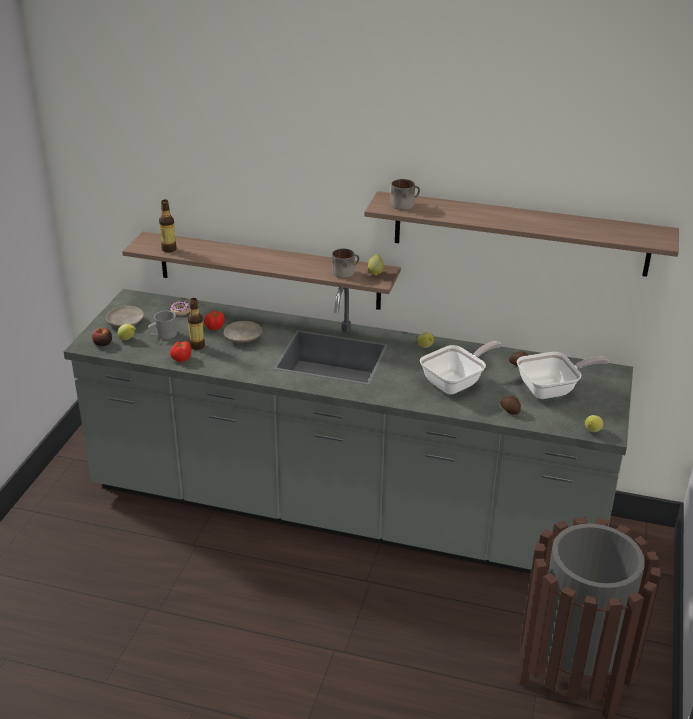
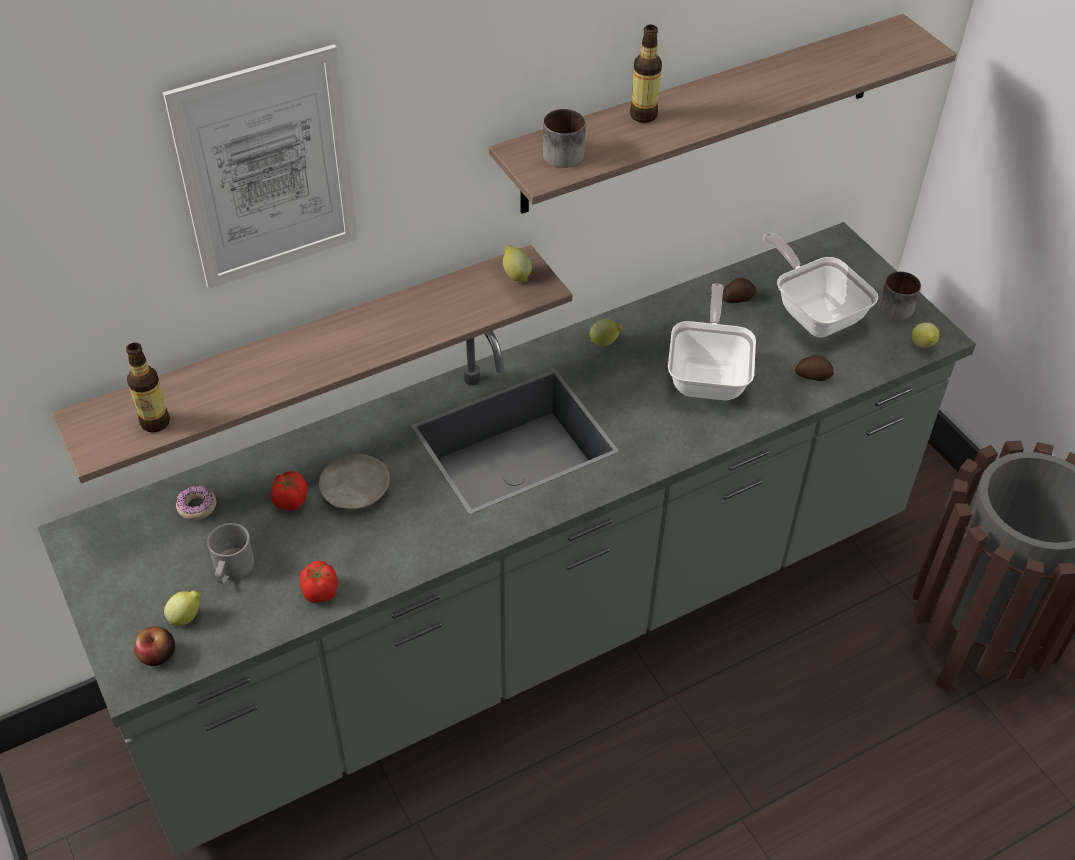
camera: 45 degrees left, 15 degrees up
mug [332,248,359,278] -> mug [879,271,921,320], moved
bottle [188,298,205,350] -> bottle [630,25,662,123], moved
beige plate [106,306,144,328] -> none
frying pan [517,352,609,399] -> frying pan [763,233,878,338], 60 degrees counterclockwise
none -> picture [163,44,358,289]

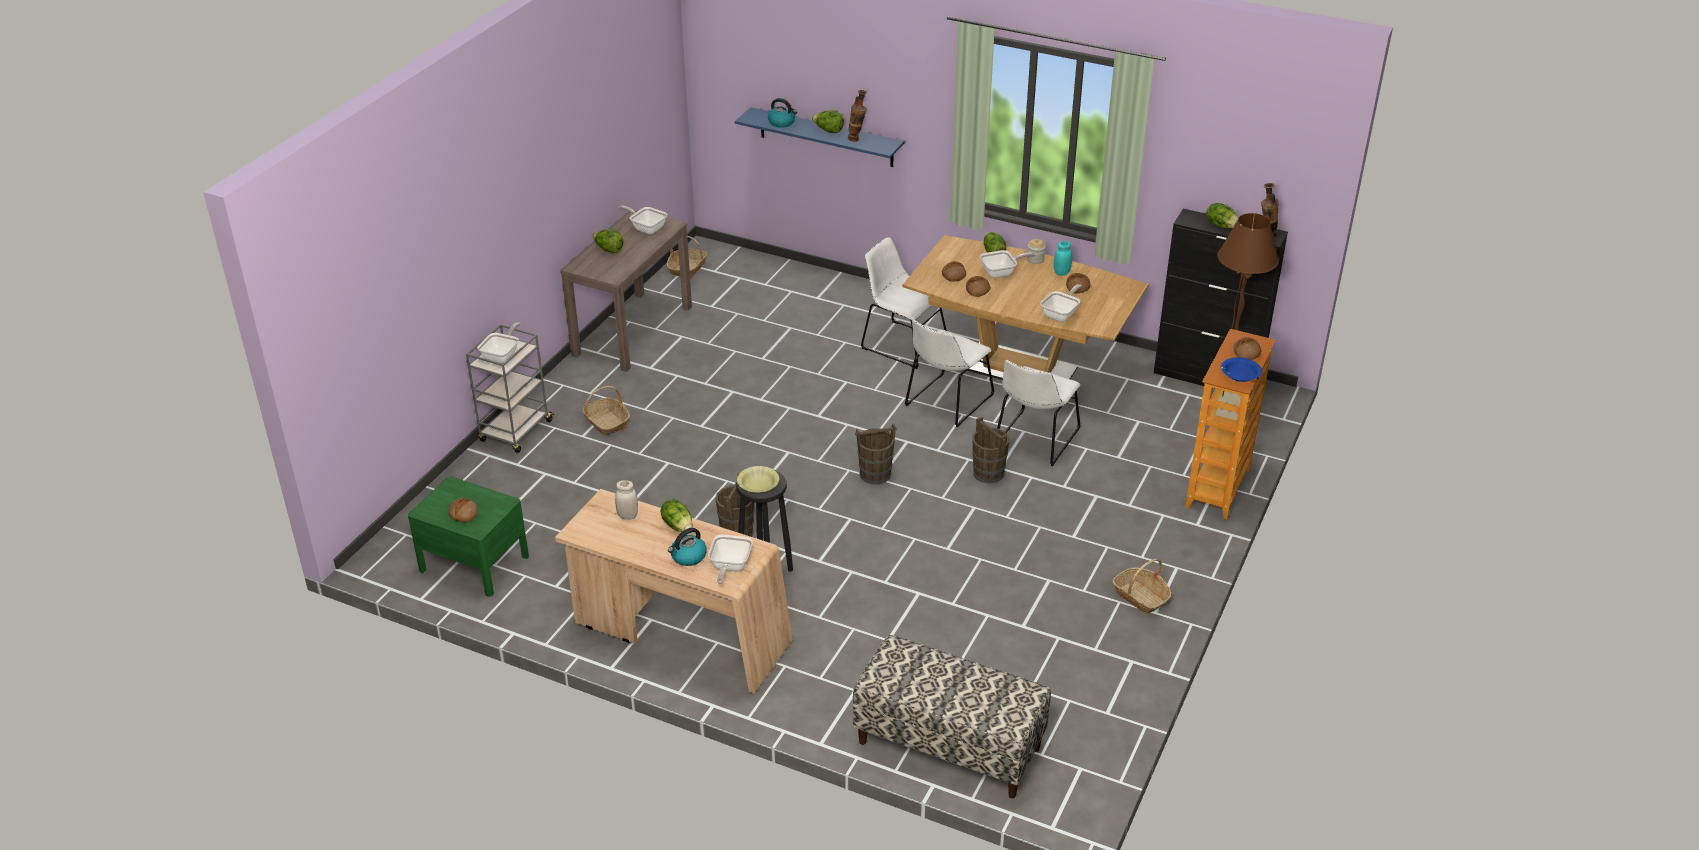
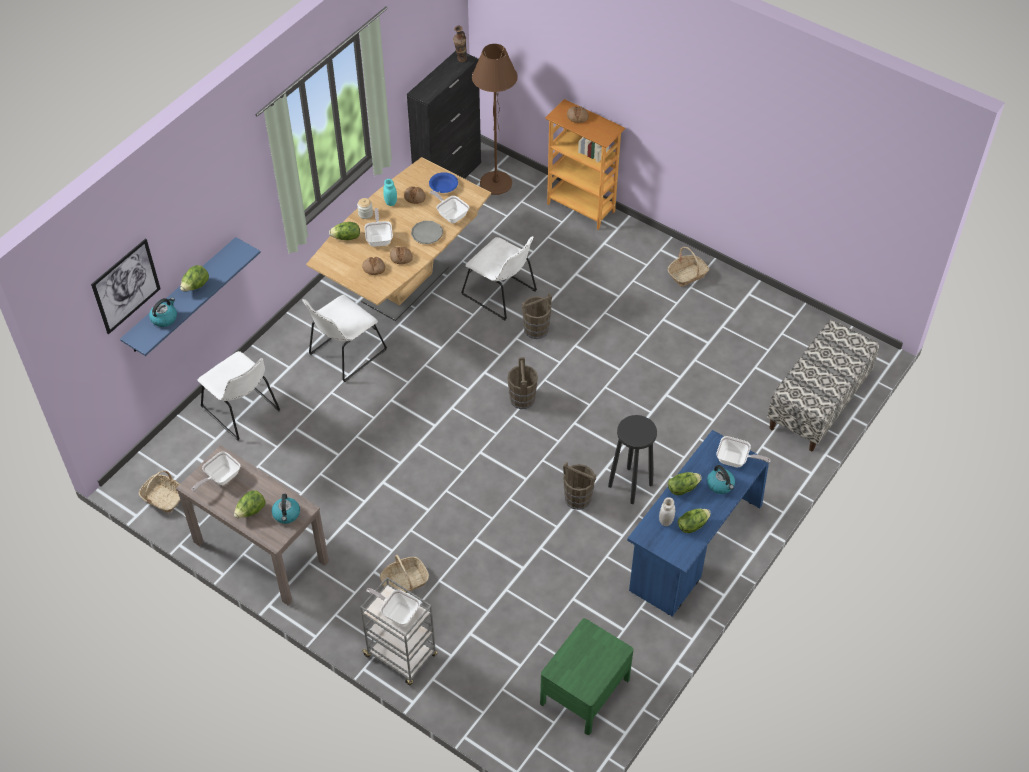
camera: 80 degrees left, 15 degrees up
vase [848,90,867,142] -> none
lettuce [1206,203,1239,229] -> lettuce [678,509,711,533], moved
white chair [905,320,994,427] -> white chair [198,351,280,441], moved
blue bowl [1221,357,1262,382] -> blue bowl [429,172,458,193], moved
yellow bowl [737,466,779,493] -> none
beige desk [555,489,793,693] -> blue desk [627,430,769,616]
bread [449,498,478,522] -> none
none -> grey plate [411,221,443,244]
none -> picture [91,238,161,334]
none -> kettle [272,494,300,524]

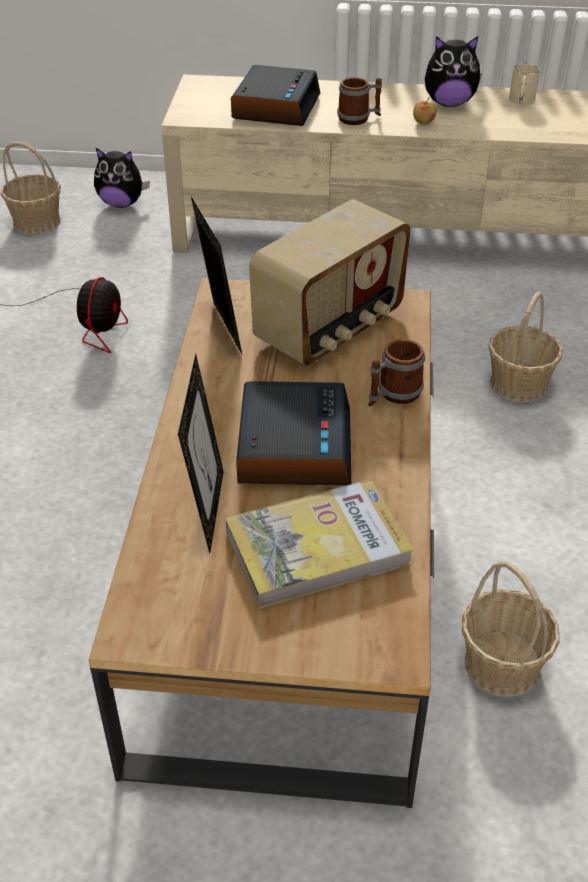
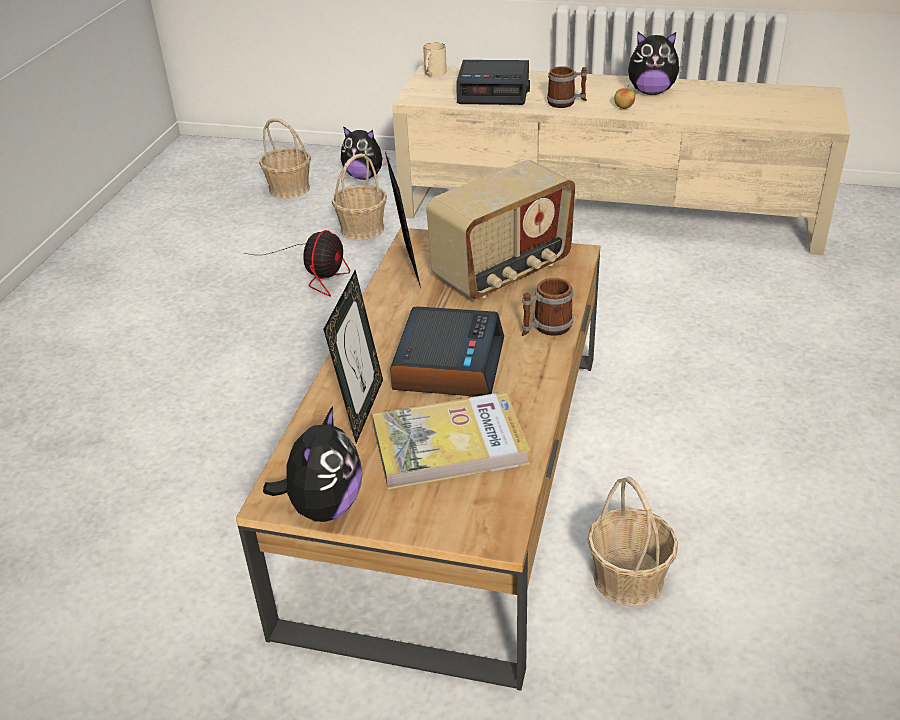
camera: 10 degrees right, 5 degrees down
beige mug [509,63,540,105] -> beige mug [423,42,447,77], moved
alarm clock [231,65,320,126] -> alarm clock [457,60,530,105], 75 degrees clockwise
basket [488,292,563,403] -> basket [332,154,387,240], moved
none -> plush toy [263,406,362,522]

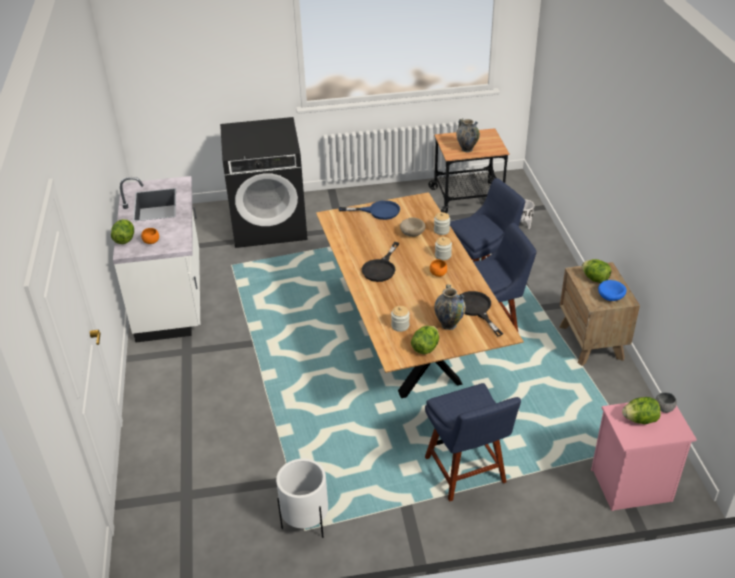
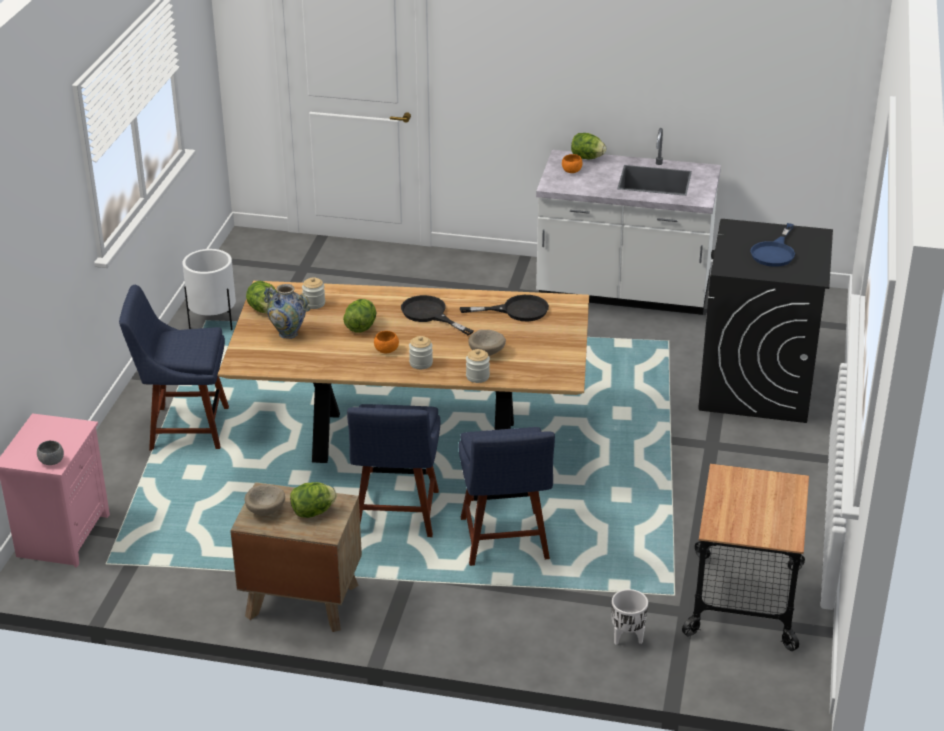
camera: 110 degrees right, 5 degrees down
vase [456,119,480,152] -> none
blue frying pan [339,200,400,220] -> blue frying pan [750,223,795,267], moved
blue bowl [598,280,627,301] -> beige bowl [245,485,285,516]
black frying pan [460,291,503,337] -> black frying pan [460,295,549,321], moved
lettuce [622,397,661,424] -> lettuce [343,299,376,333], moved

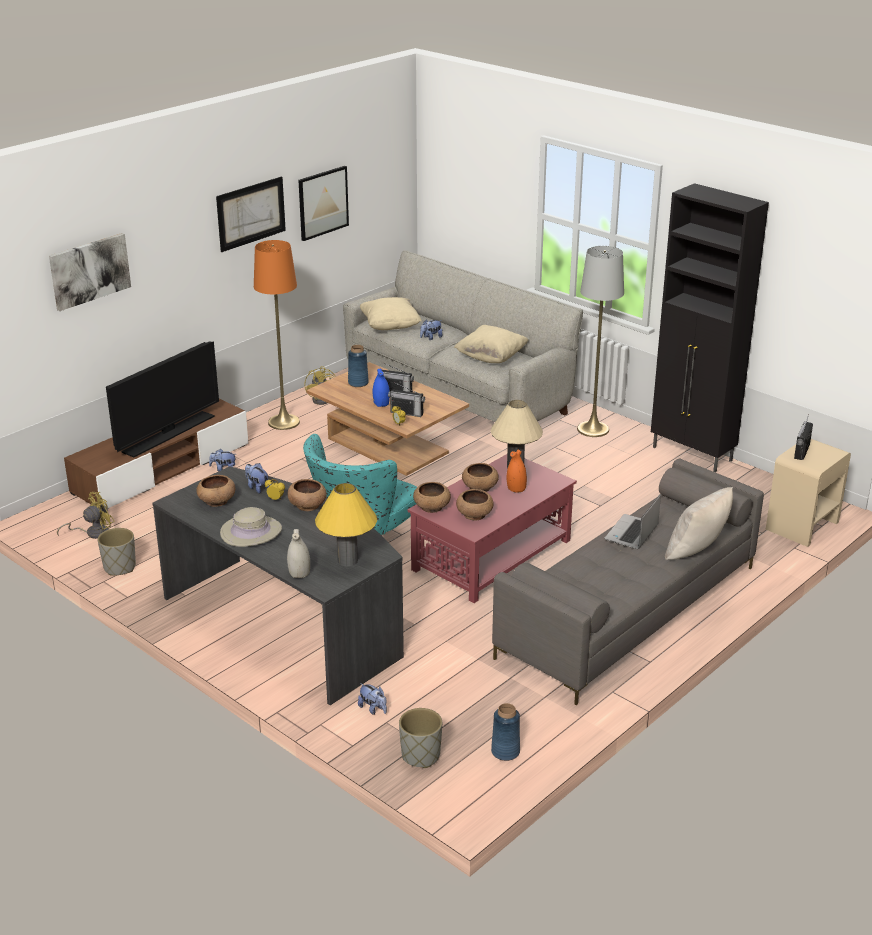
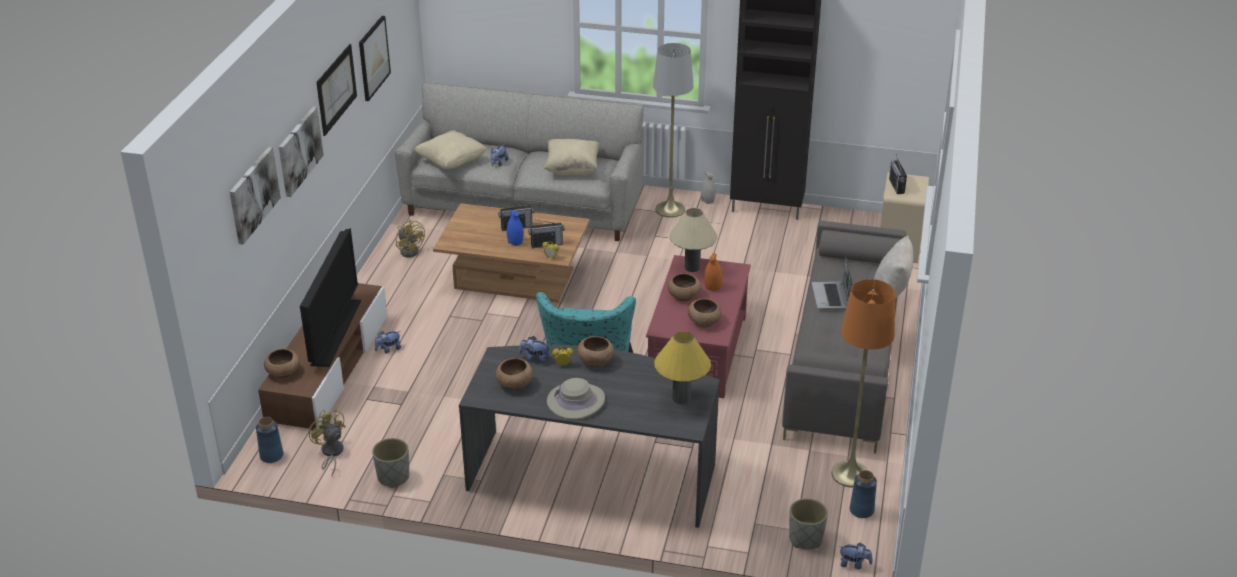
camera: 30 degrees left, 5 degrees up
orange floor lamp [254,240,300,430] -> orange floor lamp [831,279,895,488], moved
blue vase [348,345,369,387] -> blue vase [256,417,284,463], moved
brown bowl [413,482,451,513] -> brown bowl [264,348,300,378], moved
yellow fan [57,492,115,539] -> yellow fan [309,409,346,476], 60 degrees counterclockwise
white vase [287,529,310,578] -> white vase [701,171,716,204], moved
plush toy [358,683,387,715] -> plush toy [839,543,872,569], moved
none -> picture [279,106,324,197]

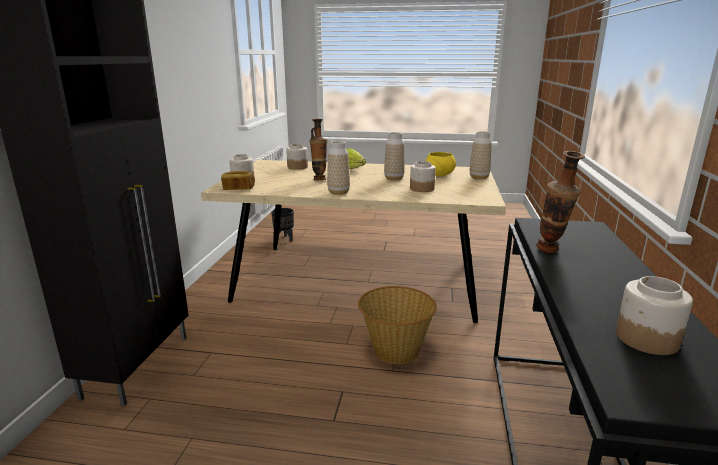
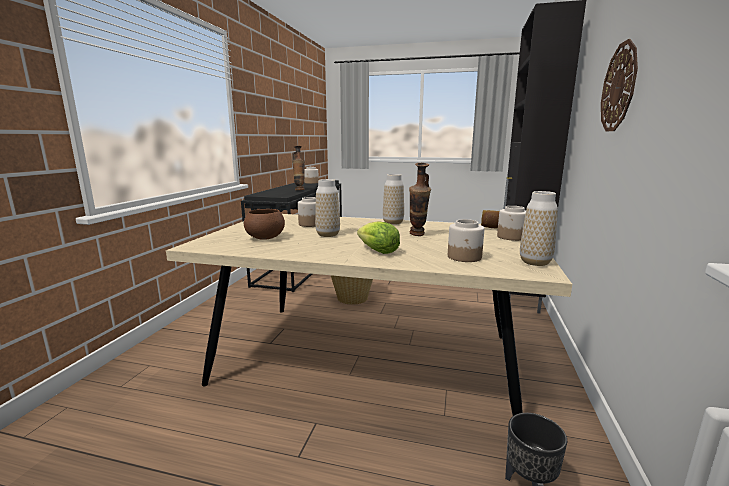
camera: 175 degrees left, 5 degrees down
vase [470,131,492,179] -> vase [520,191,558,266], moved
yellow bowl [425,152,456,176] -> brown bowl [244,209,285,240]
none -> wall clock [601,39,638,131]

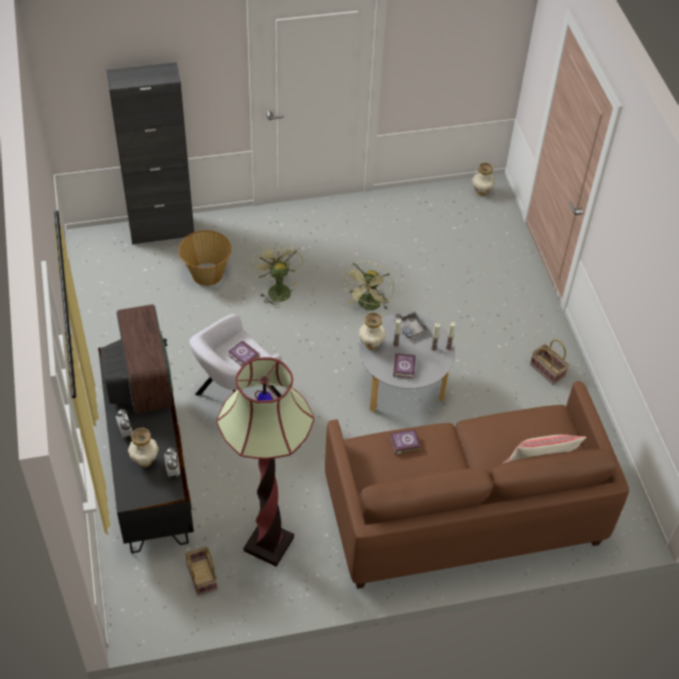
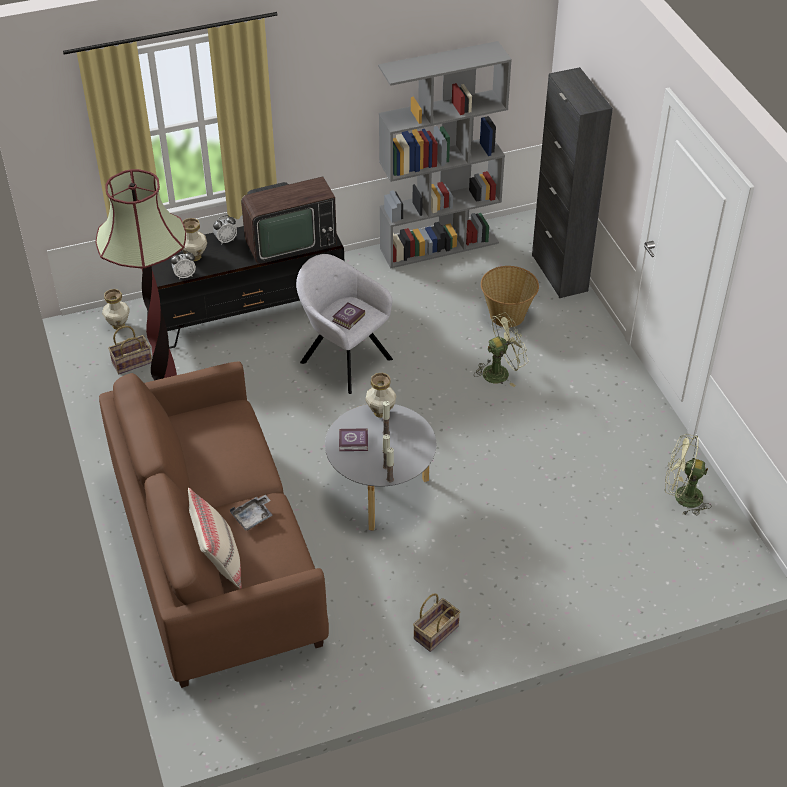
camera: 85 degrees right, 5 degrees down
vase [472,162,495,197] -> vase [102,289,130,329], moved
green fan [342,261,394,310] -> green fan [665,434,711,515], moved
grey tray [393,312,428,339] -> grey tray [230,495,273,531], moved
book [390,429,421,454] -> none
none -> grey bookcase [378,41,512,268]

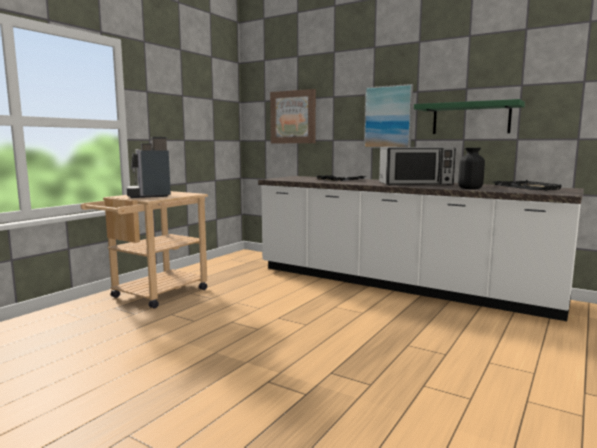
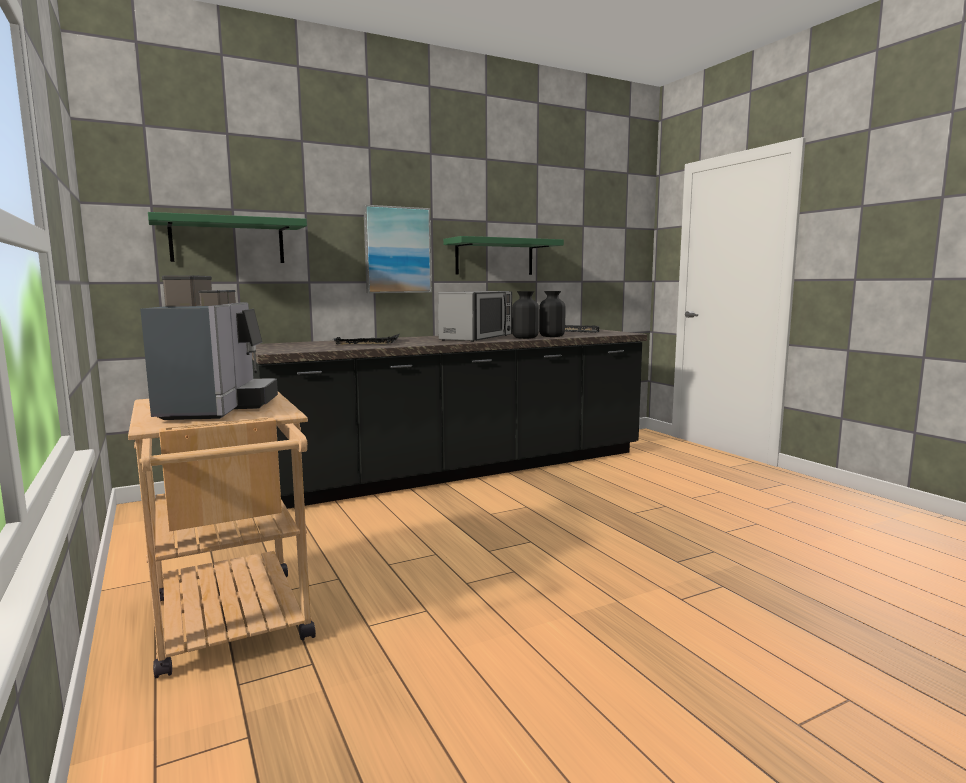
camera: 60 degrees left, 0 degrees up
picture [270,89,316,143] -> green shelf [148,212,307,263]
coffee machine [126,137,171,198] -> coffee machine [140,275,278,420], 105 degrees counterclockwise
white counter [258,176,584,321] -> black counter [252,329,647,509]
none -> black vase [512,291,539,339]

